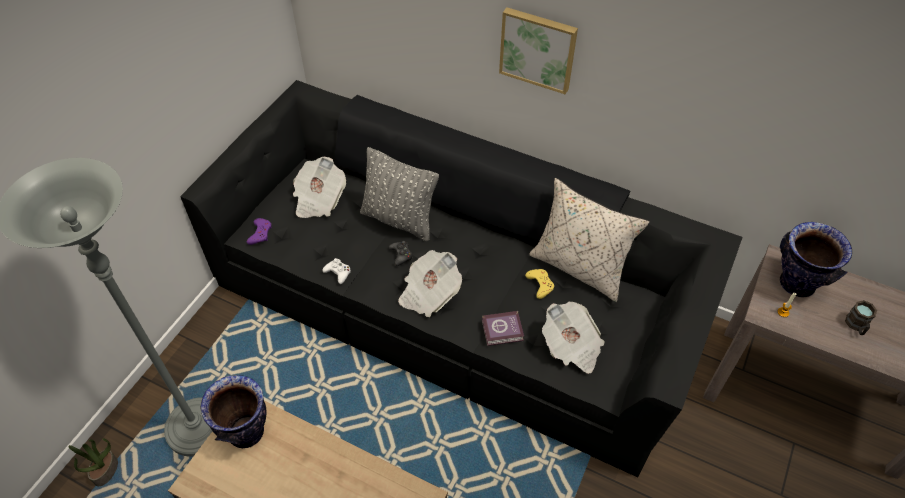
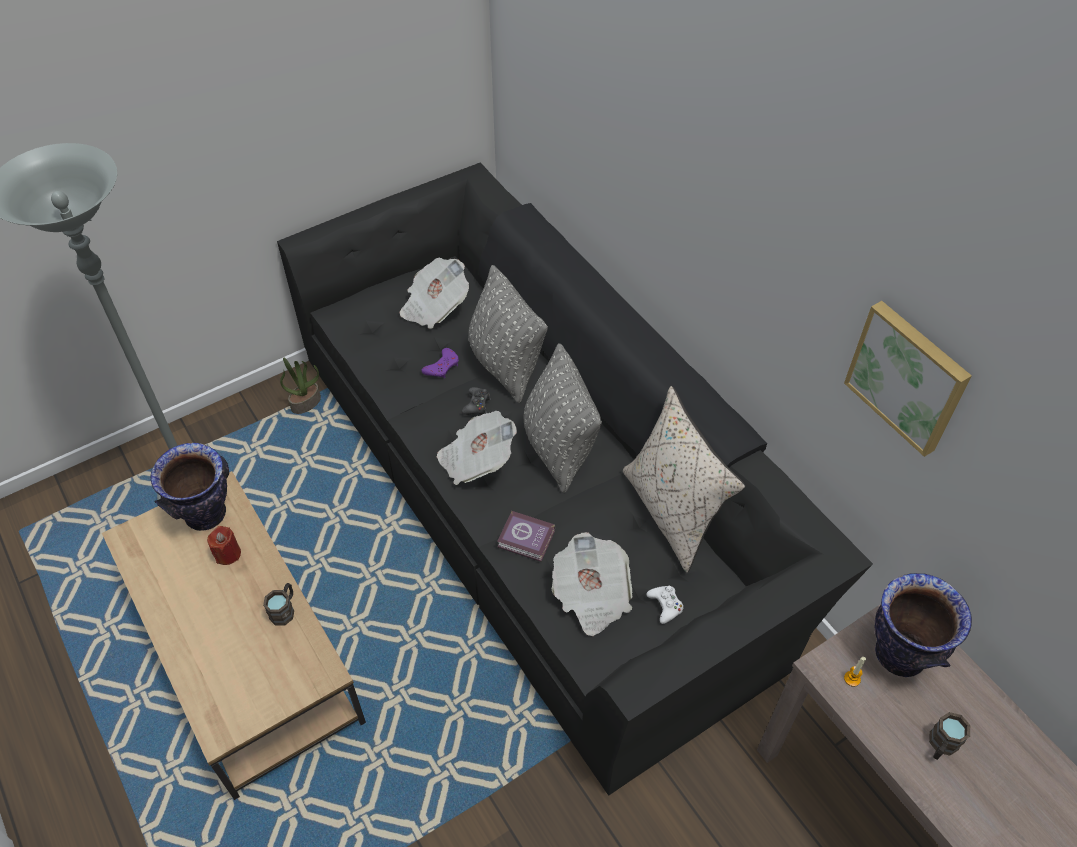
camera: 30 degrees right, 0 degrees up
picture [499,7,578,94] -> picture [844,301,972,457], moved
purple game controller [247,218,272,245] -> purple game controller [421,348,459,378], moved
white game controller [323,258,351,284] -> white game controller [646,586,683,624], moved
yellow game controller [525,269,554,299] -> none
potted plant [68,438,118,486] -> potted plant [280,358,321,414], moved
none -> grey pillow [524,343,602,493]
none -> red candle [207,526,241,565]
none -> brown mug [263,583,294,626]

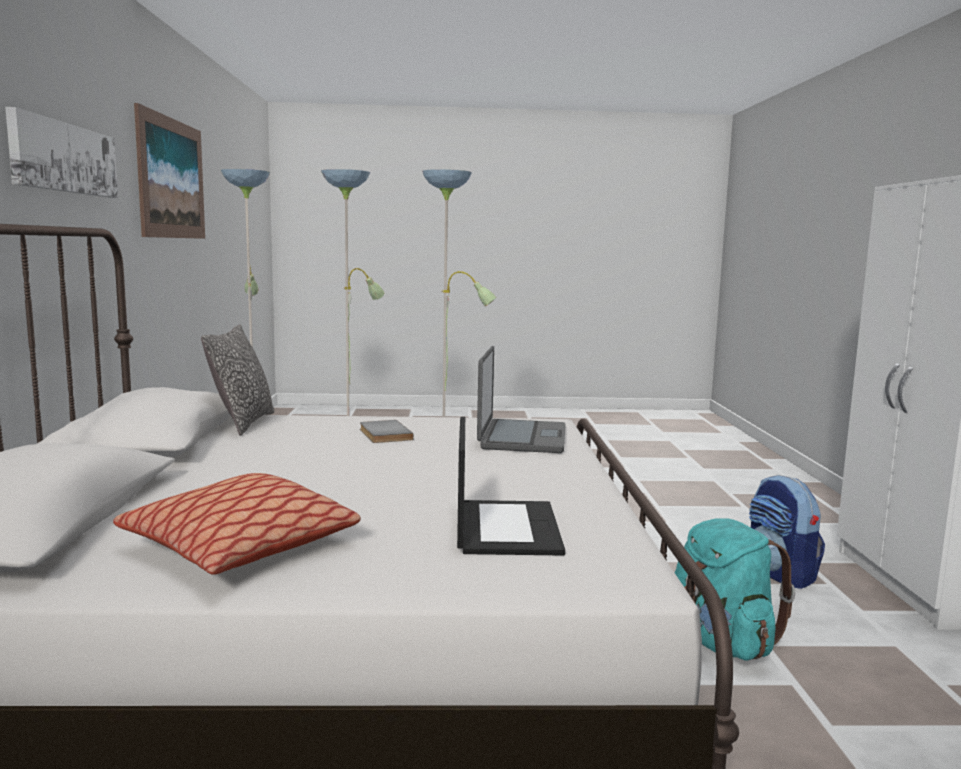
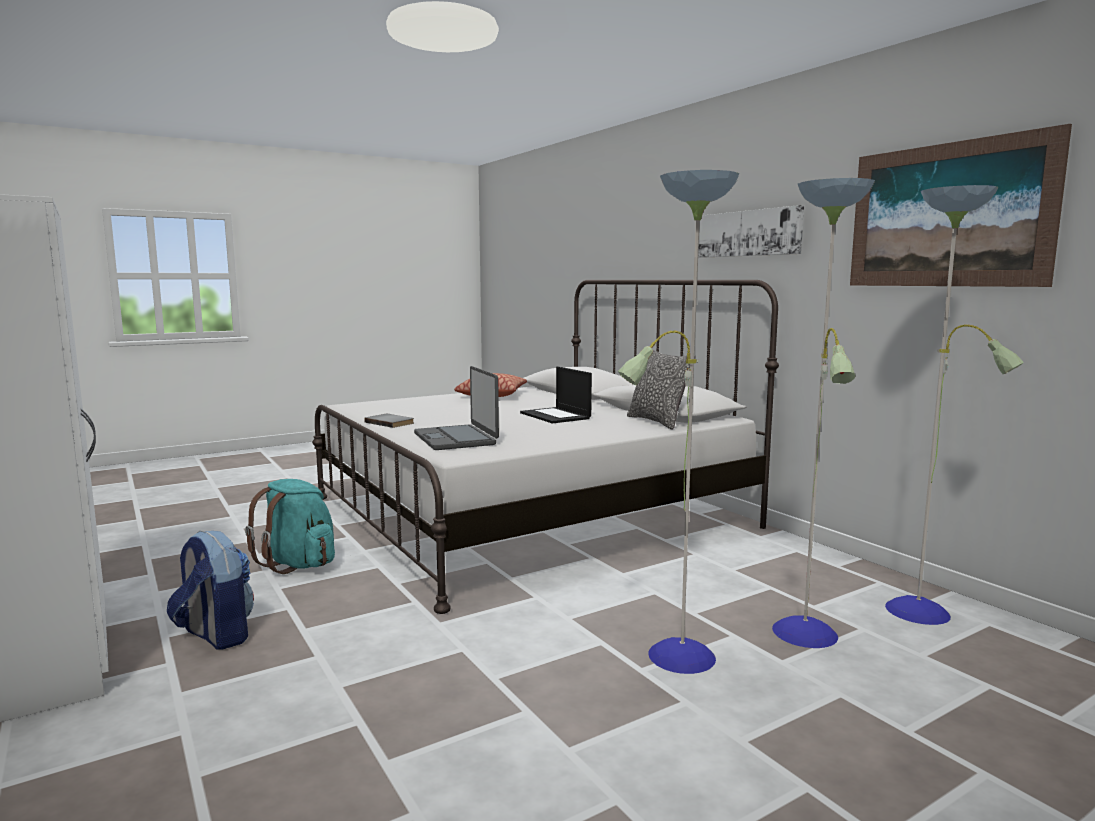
camera: 150 degrees right, 0 degrees up
laptop [457,417,565,556] -> laptop [520,366,592,424], moved
grey book [360,420,414,443] -> grey book [364,414,414,428], moved

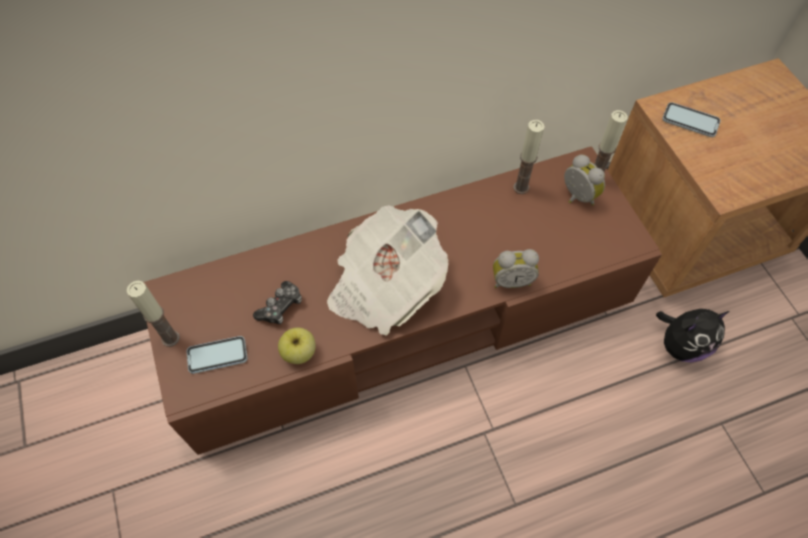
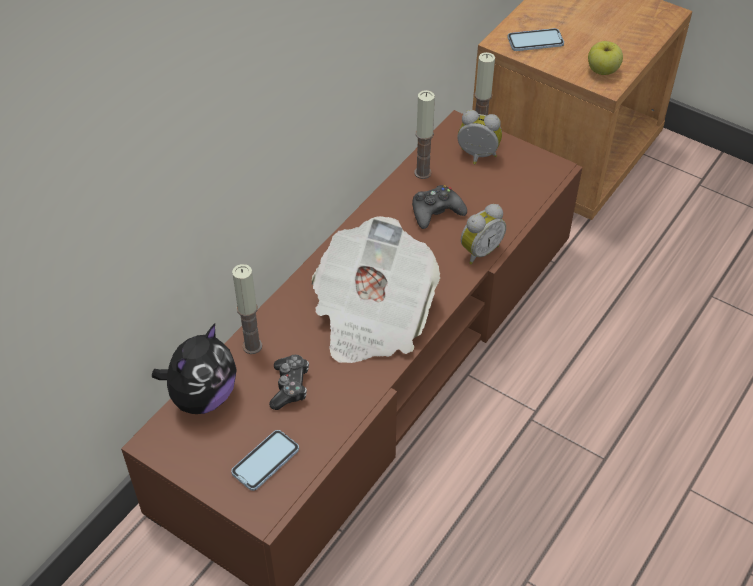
camera: 35 degrees left, 10 degrees down
candle [127,281,180,347] -> candle [232,264,262,354], moved
plush toy [656,309,730,363] -> plush toy [152,323,237,414], moved
apple [278,328,316,364] -> apple [588,41,623,75], moved
none -> black game controller [412,185,467,229]

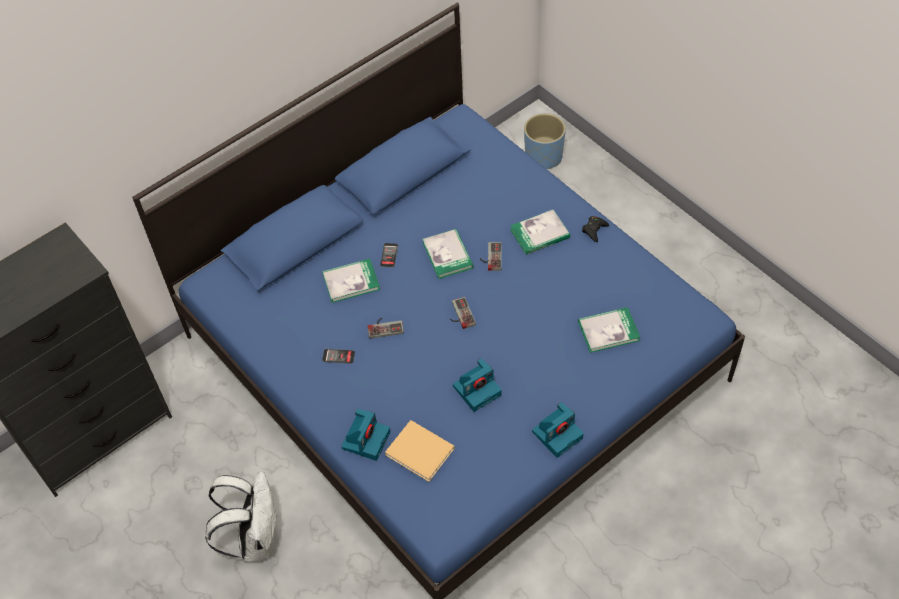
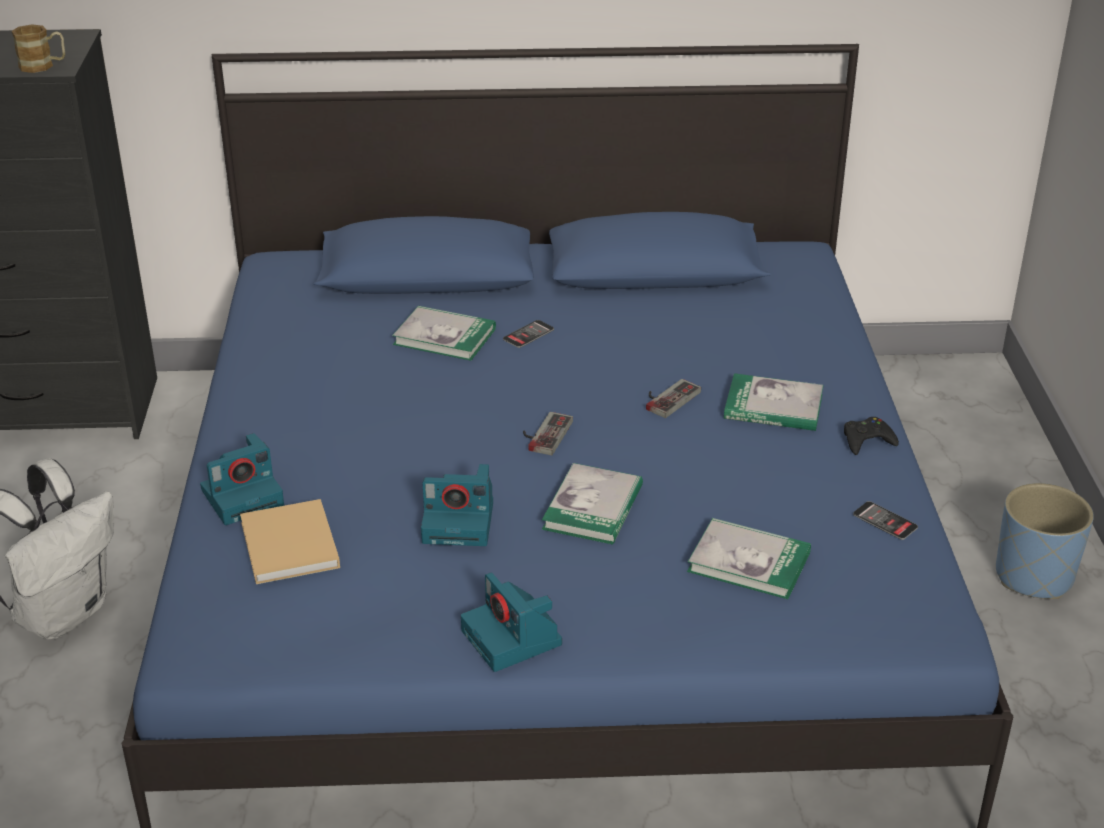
camera: 35 degrees right, 20 degrees down
blue planter [524,113,566,169] -> blue planter [996,483,1094,599], moved
book [423,229,474,279] -> book [542,463,643,545], moved
game controller [368,318,404,338] -> none
phone [322,349,355,364] -> phone [853,501,918,540], moved
photo camera [532,402,584,458] -> photo camera [461,572,562,672], 60 degrees clockwise
none -> mug [12,24,65,73]

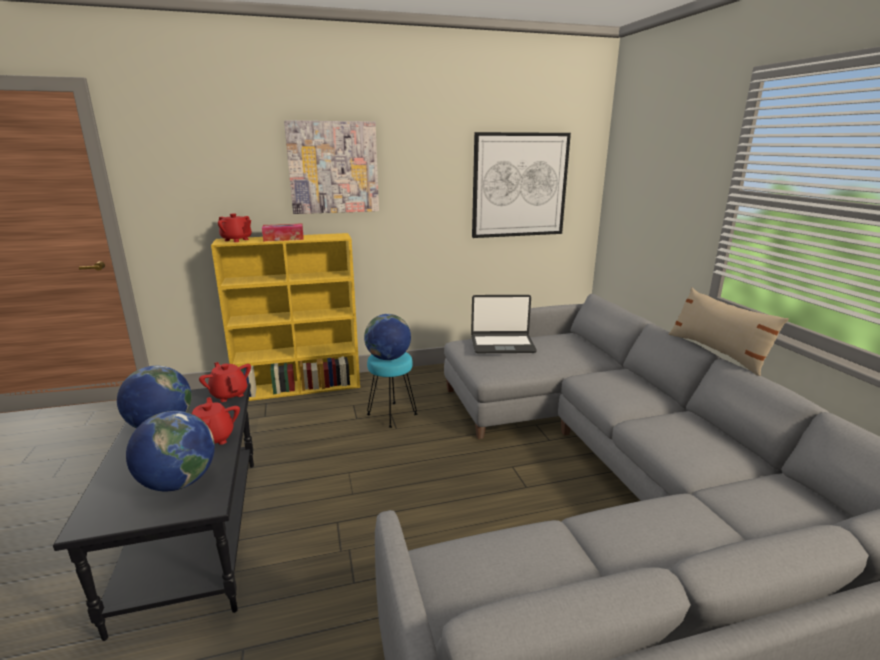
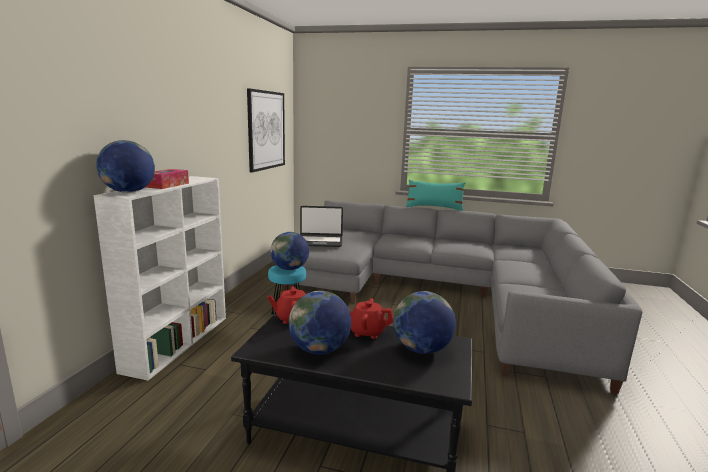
camera: 60 degrees left, 5 degrees down
picture [284,121,379,214] -> none
red teapot [218,213,252,242] -> globe [96,140,155,193]
yellow bookcase [211,233,360,401] -> white bookcase [94,176,226,381]
beige pillow [669,288,789,376] -> turquoise pillow [406,180,466,211]
laptop [471,295,537,353] -> laptop [300,206,343,247], 60 degrees clockwise

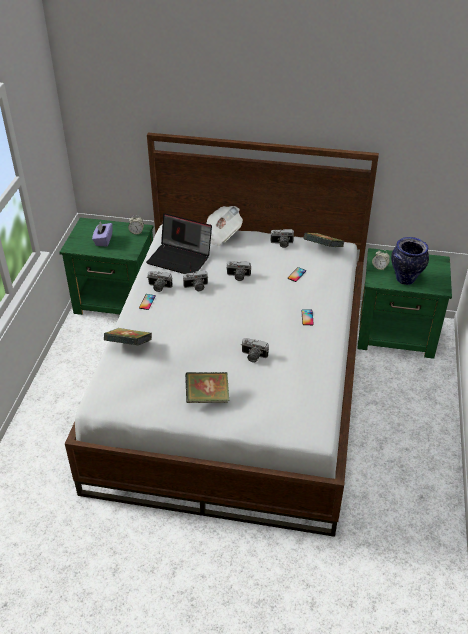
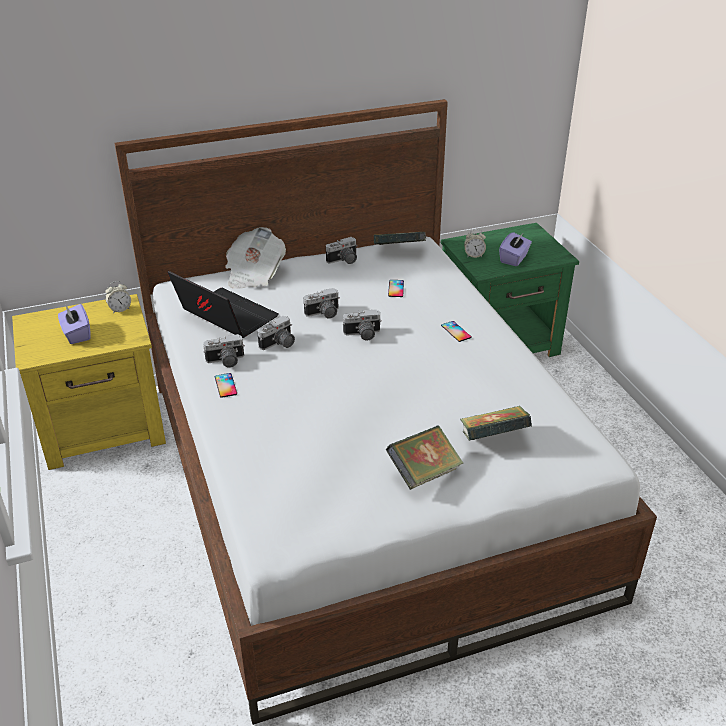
camera: 30 degrees left, 5 degrees down
laptop [146,213,212,274] -> laptop [168,271,279,338], 135 degrees counterclockwise
green nightstand [59,218,154,315] -> yellow nightstand [12,294,166,470]
vase [391,237,429,285] -> purple tissue box [499,232,532,266]
book [104,328,152,346] -> book [460,406,532,441], moved
photo camera [241,338,269,363] -> photo camera [343,309,382,341], moved

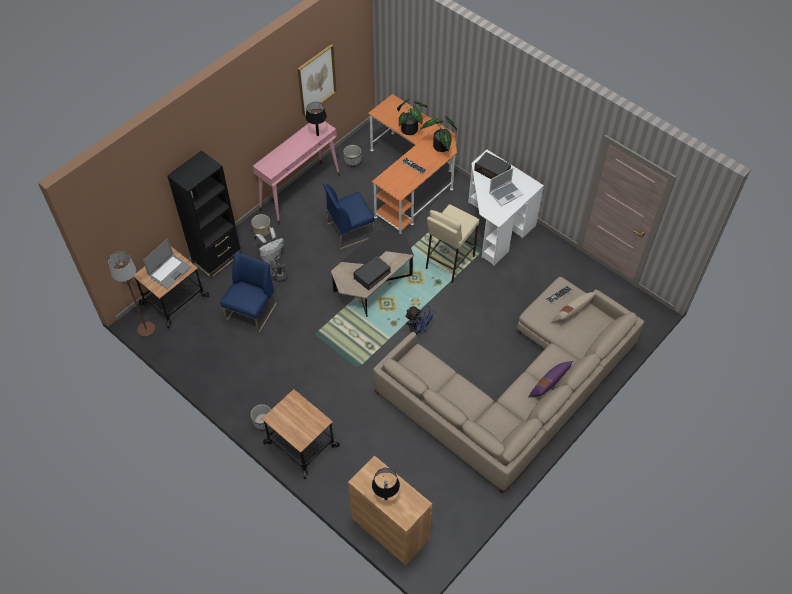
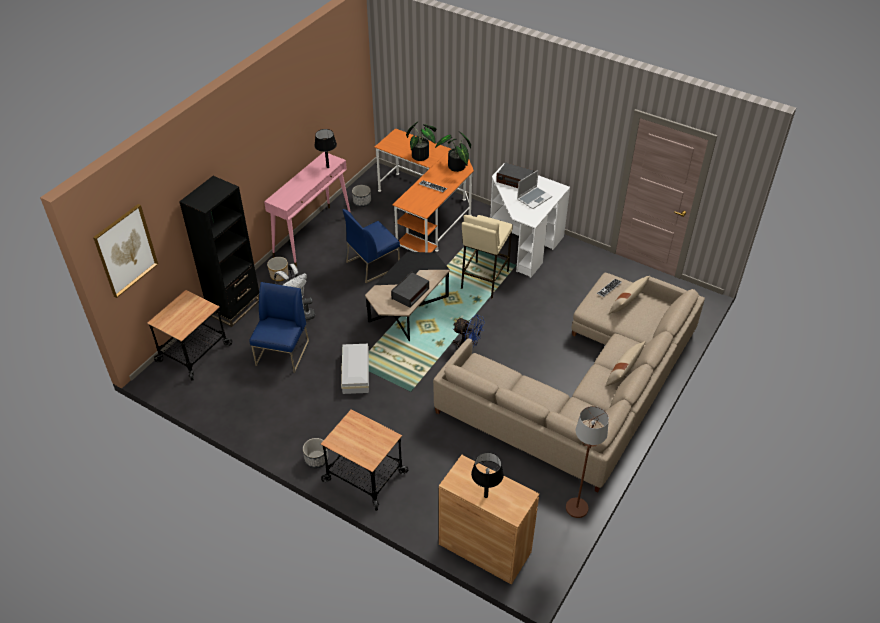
camera: 10 degrees left, 10 degrees down
picture [298,44,337,116] -> picture [93,204,158,298], moved
laptop [143,239,191,289] -> none
brown floor lamp [108,251,156,337] -> brown floor lamp [566,406,609,518], moved
purple pillow [528,361,573,397] -> beige pillow [605,341,646,387]
none -> white storage box [341,344,369,394]

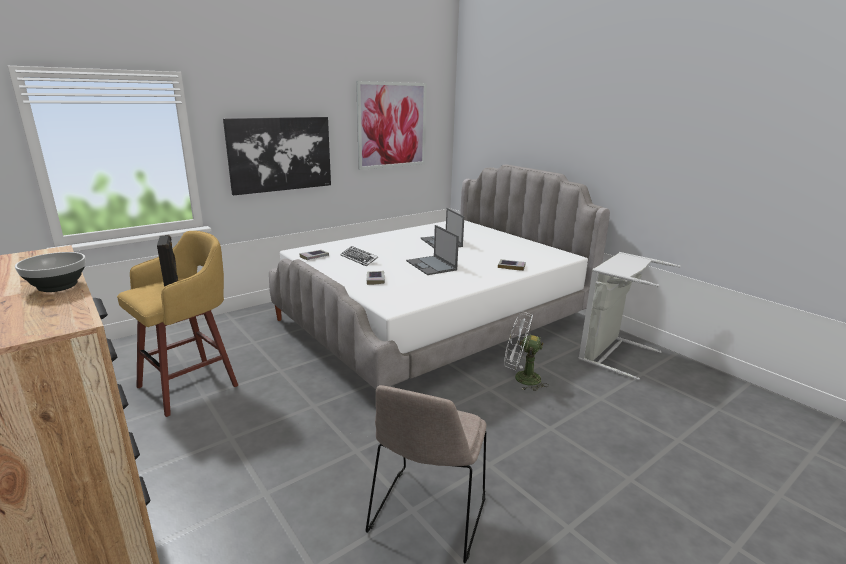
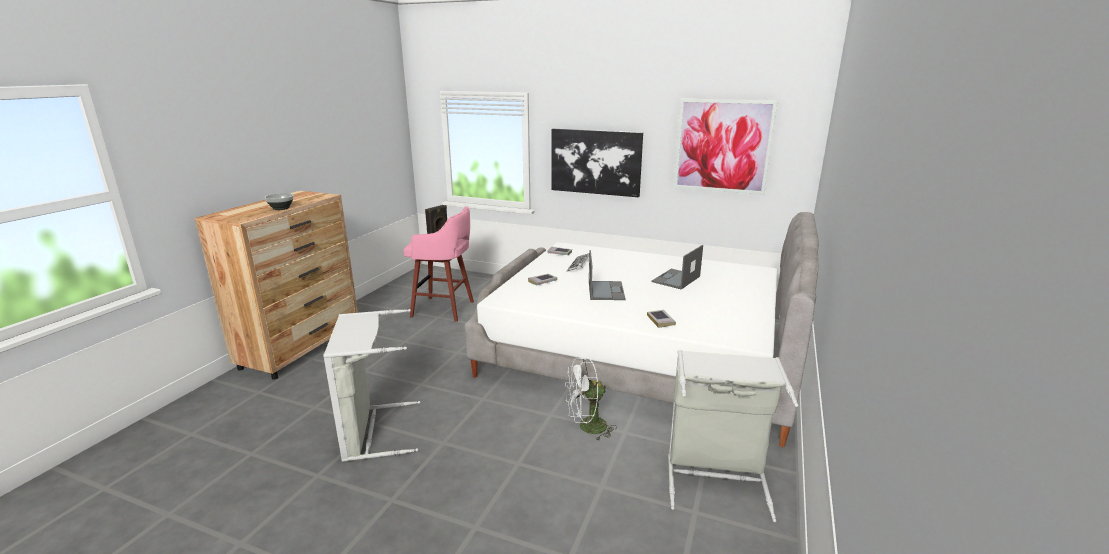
camera: 60 degrees right, 0 degrees up
laptop [406,225,459,275] -> laptop [589,250,625,300], 150 degrees clockwise
yellow stool [117,231,238,417] -> pink stool [404,206,474,322]
white fan [504,311,549,391] -> white fan [565,358,617,440], 90 degrees counterclockwise
beige chair [366,385,487,564] -> grey laundry basket [323,309,420,462]

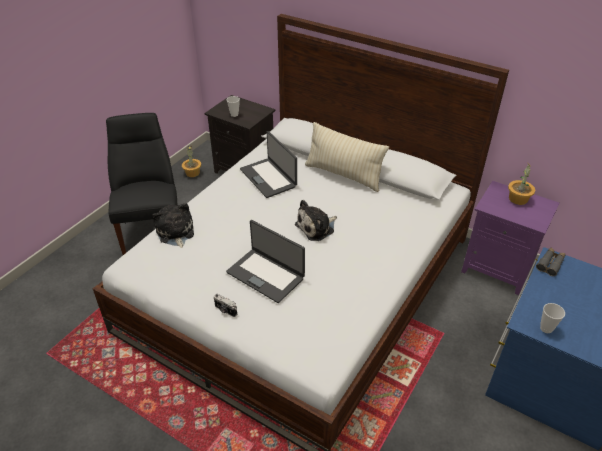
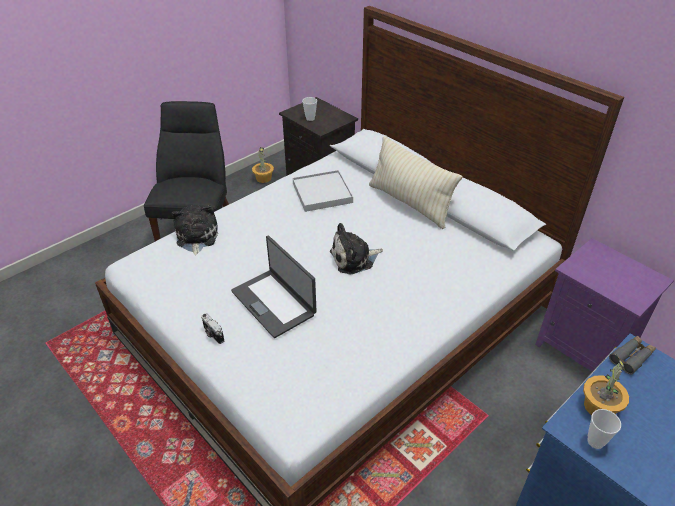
camera: 15 degrees right, 0 degrees up
laptop [240,131,297,198] -> white tray [293,170,353,212]
potted plant [508,164,536,205] -> potted plant [583,357,629,415], moved

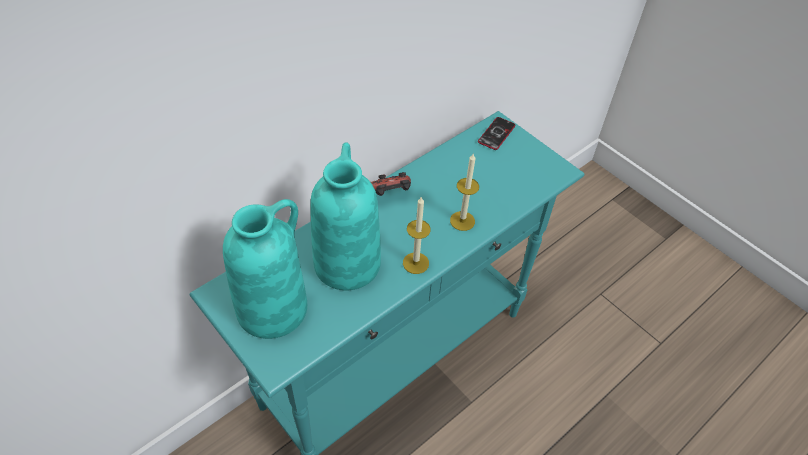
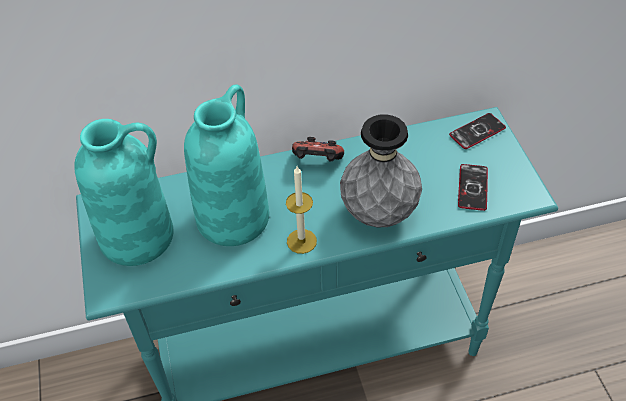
camera: 30 degrees right, 0 degrees up
candle [450,154,479,231] -> grey vase [340,114,422,227]
none -> phone [458,164,488,211]

